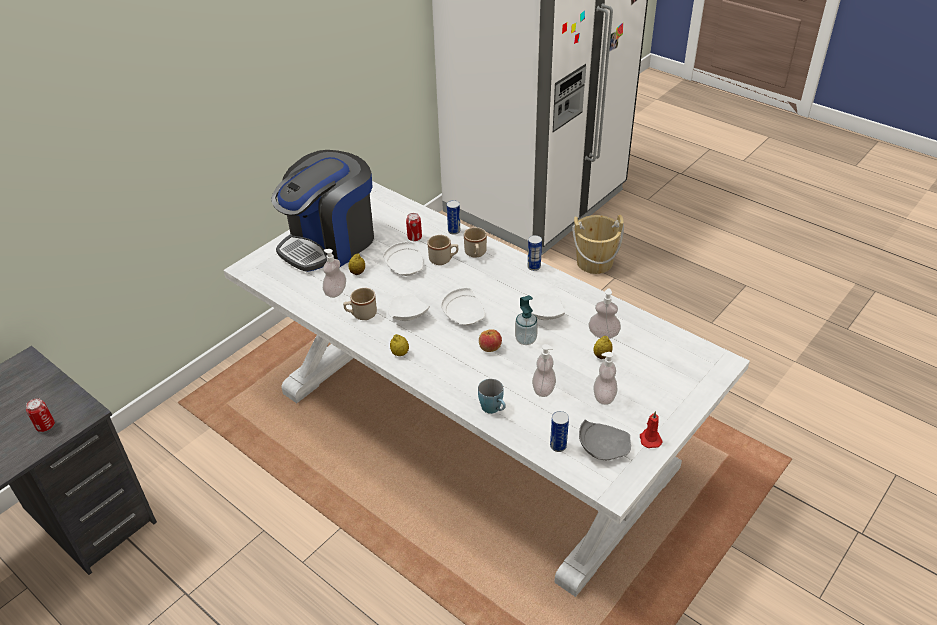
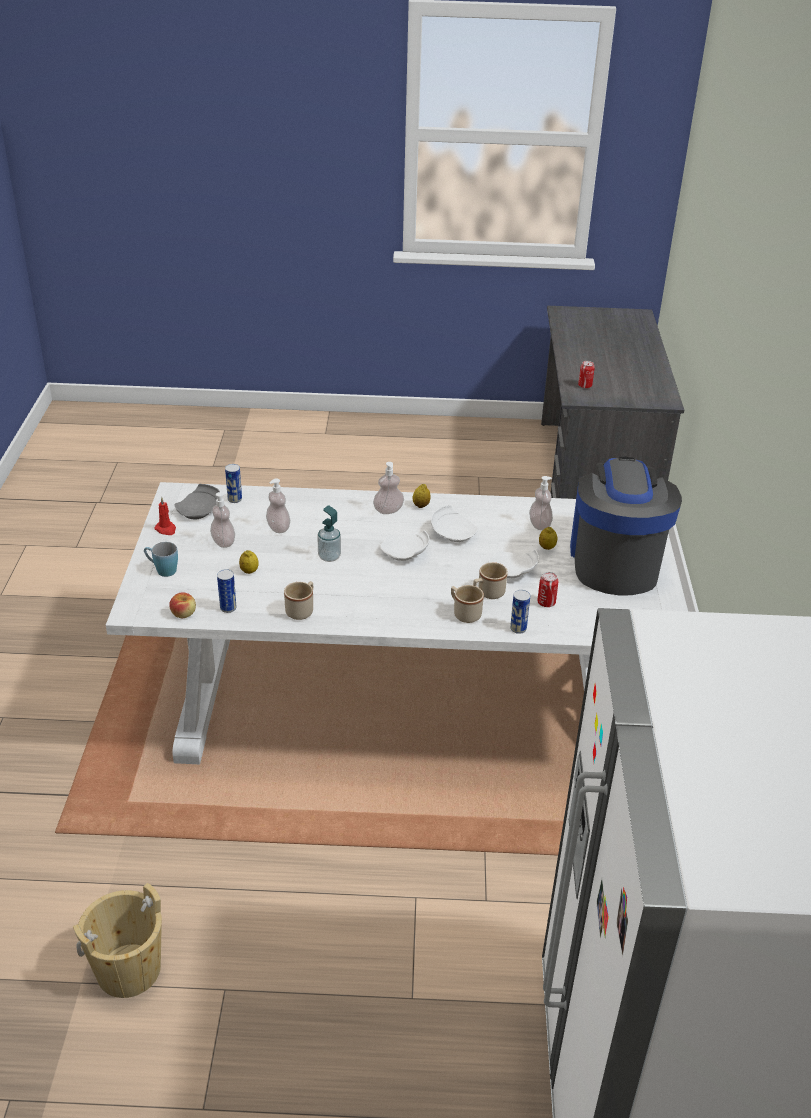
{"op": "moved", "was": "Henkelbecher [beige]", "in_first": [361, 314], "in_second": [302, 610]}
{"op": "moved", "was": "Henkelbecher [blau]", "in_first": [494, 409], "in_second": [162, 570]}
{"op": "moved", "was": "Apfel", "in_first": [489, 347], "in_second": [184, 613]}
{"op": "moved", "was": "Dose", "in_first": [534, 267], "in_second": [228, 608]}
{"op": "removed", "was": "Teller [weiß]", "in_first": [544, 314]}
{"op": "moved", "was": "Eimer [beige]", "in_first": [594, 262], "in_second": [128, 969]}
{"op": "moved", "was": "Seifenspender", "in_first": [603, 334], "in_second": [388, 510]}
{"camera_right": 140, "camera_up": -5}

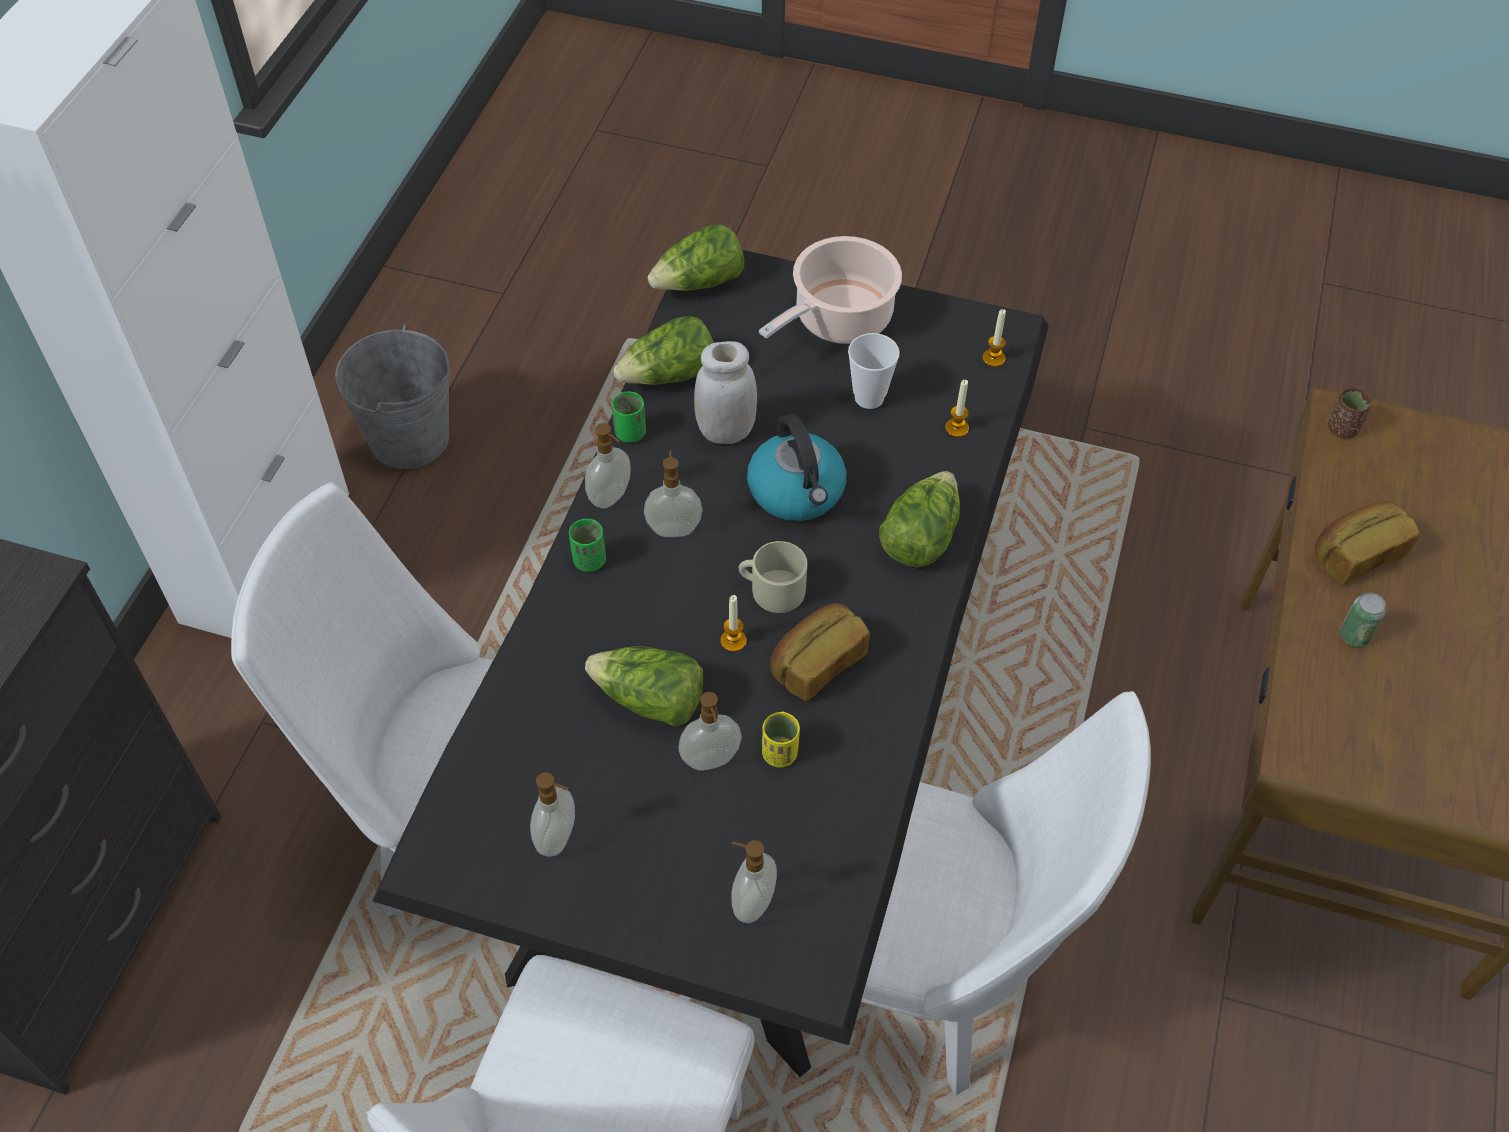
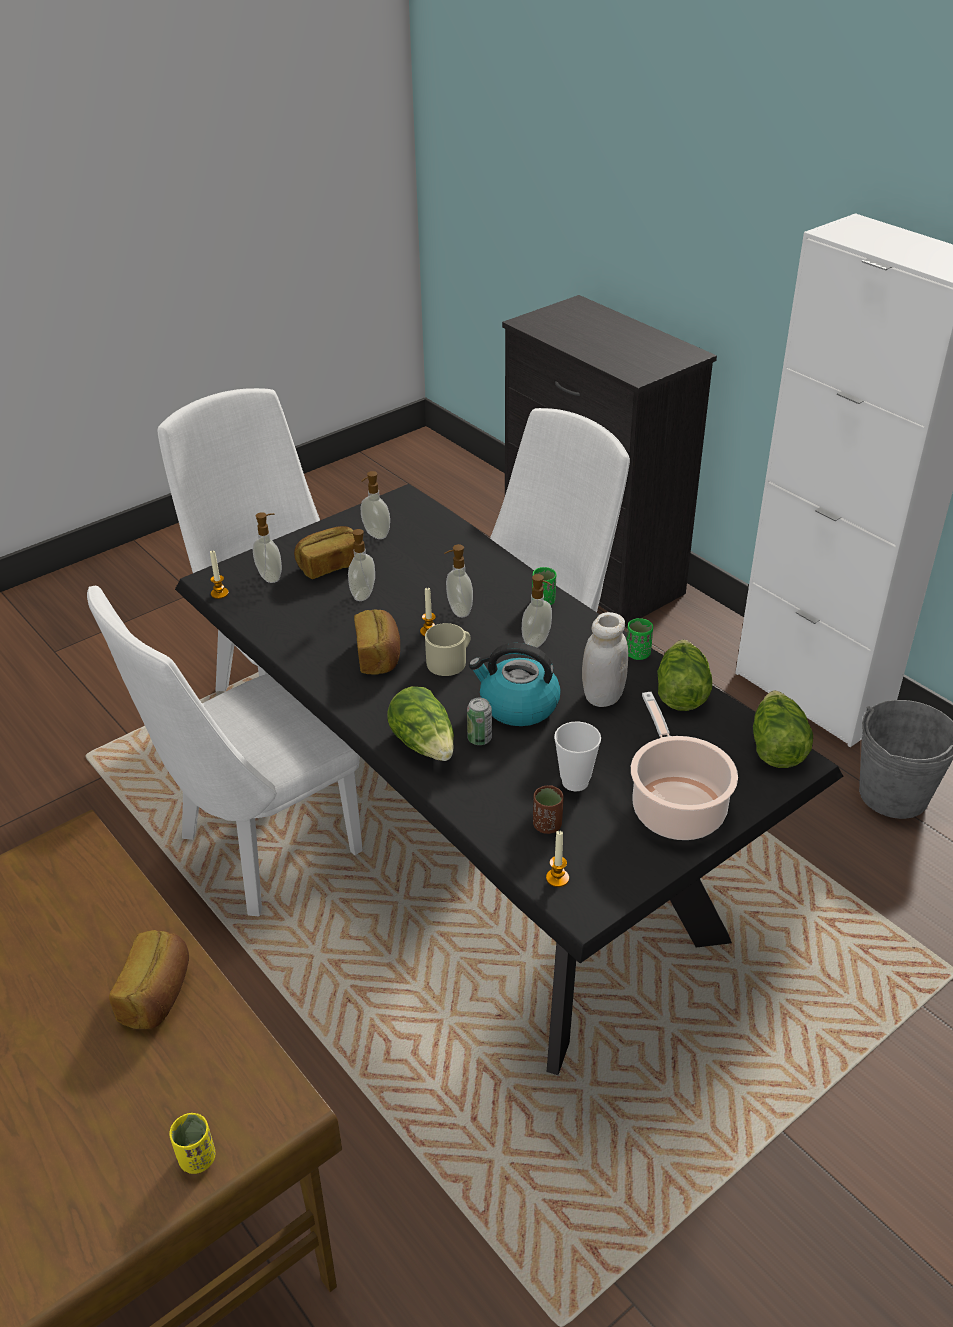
{"op": "moved", "was": "Seifenspender", "in_first": [611, 497], "in_second": [458, 610]}
{"op": "removed", "was": "Salatkopf", "in_first": [650, 700]}
{"op": "moved", "was": "Tasse [gelb]", "in_first": [779, 754], "in_second": [197, 1158]}
{"op": "moved", "was": "Kerze", "in_first": [956, 428], "in_second": [219, 593]}
{"op": "moved", "was": "Tasse [braun]", "in_first": [1342, 429], "in_second": [547, 825]}
{"op": "moved", "was": "Dose", "in_first": [1354, 636], "in_second": [479, 739]}
{"op": "added", "now": "Brot", "in_second": [329, 565]}
{"camera_right": 125, "camera_up": -15}

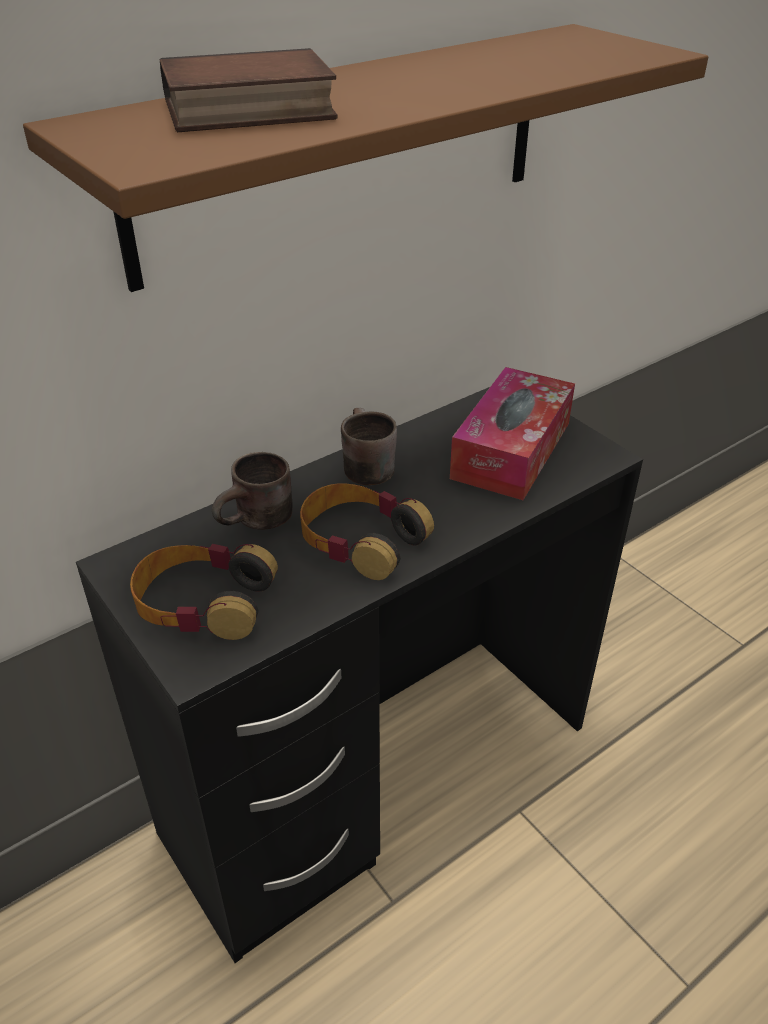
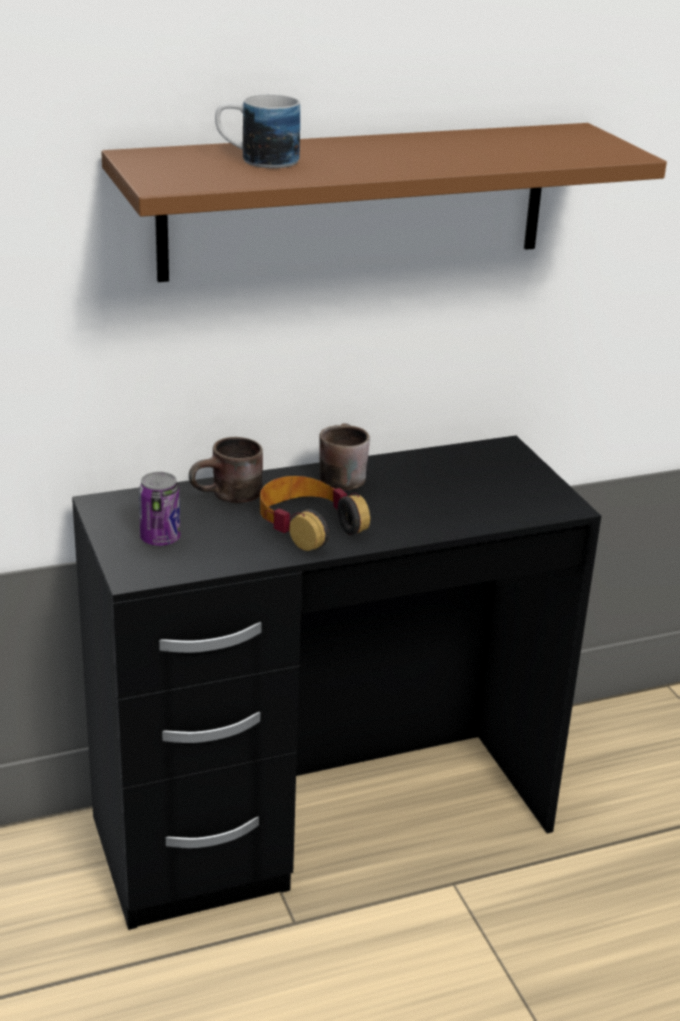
{"op": "replaced", "was": "Kopfhörer", "now": "Dose", "in_first": [203, 602], "in_second": [160, 539]}
{"op": "replaced", "was": "Buch", "now": "Henkelbecher", "in_first": [247, 111], "in_second": [257, 160]}
{"op": "removed", "was": "Taschentuchbox", "in_first": [511, 450]}
{"camera_right": 15, "camera_up": -10}

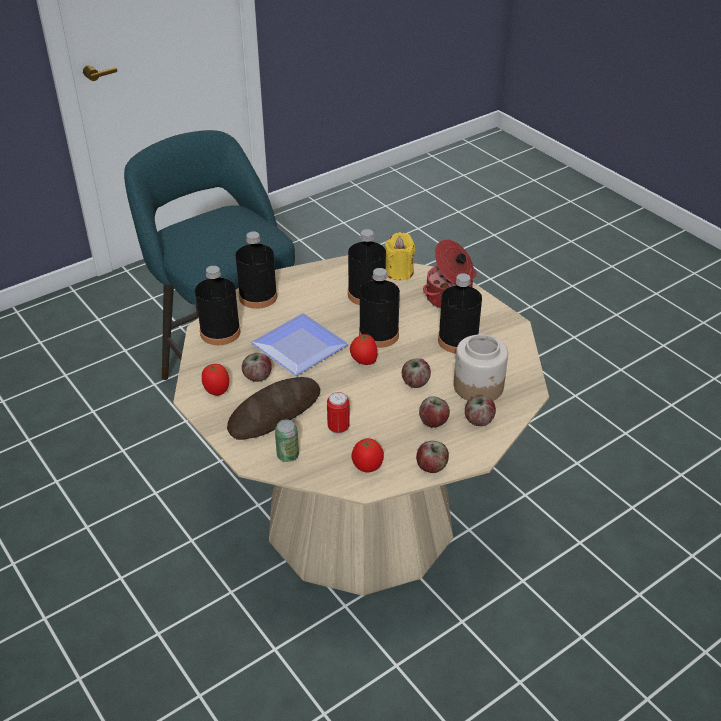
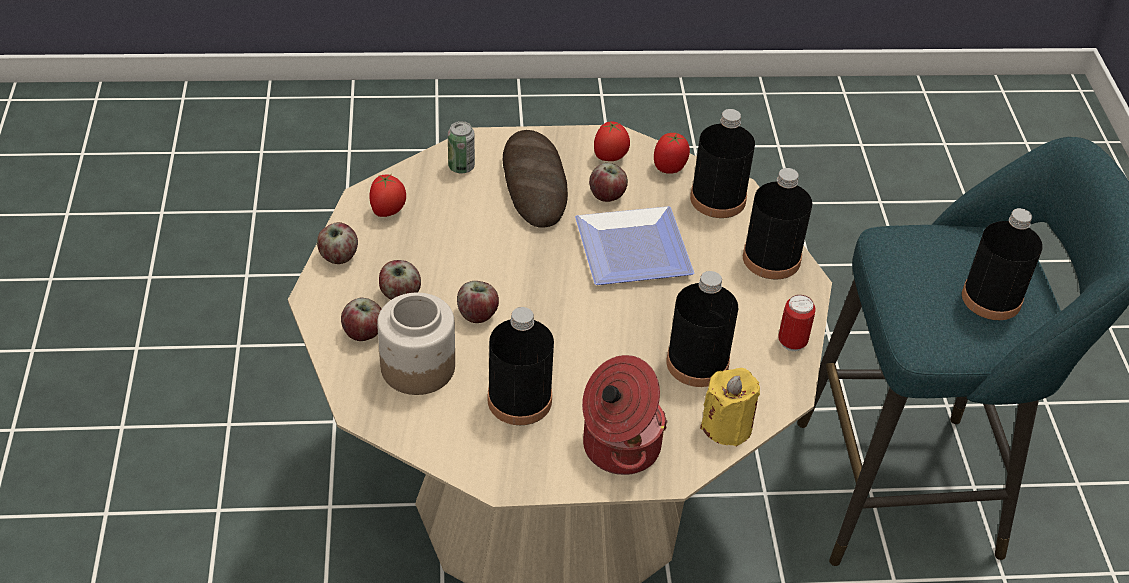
{"op": "moved", "was": "Dose", "in_first": [338, 428], "in_second": [792, 342]}
{"op": "moved", "was": "Tomate", "in_first": [363, 361], "in_second": [670, 168]}
{"op": "moved", "was": "Flasche [schwarz]", "in_first": [378, 334], "in_second": [991, 298]}
{"camera_right": 120, "camera_up": 5}

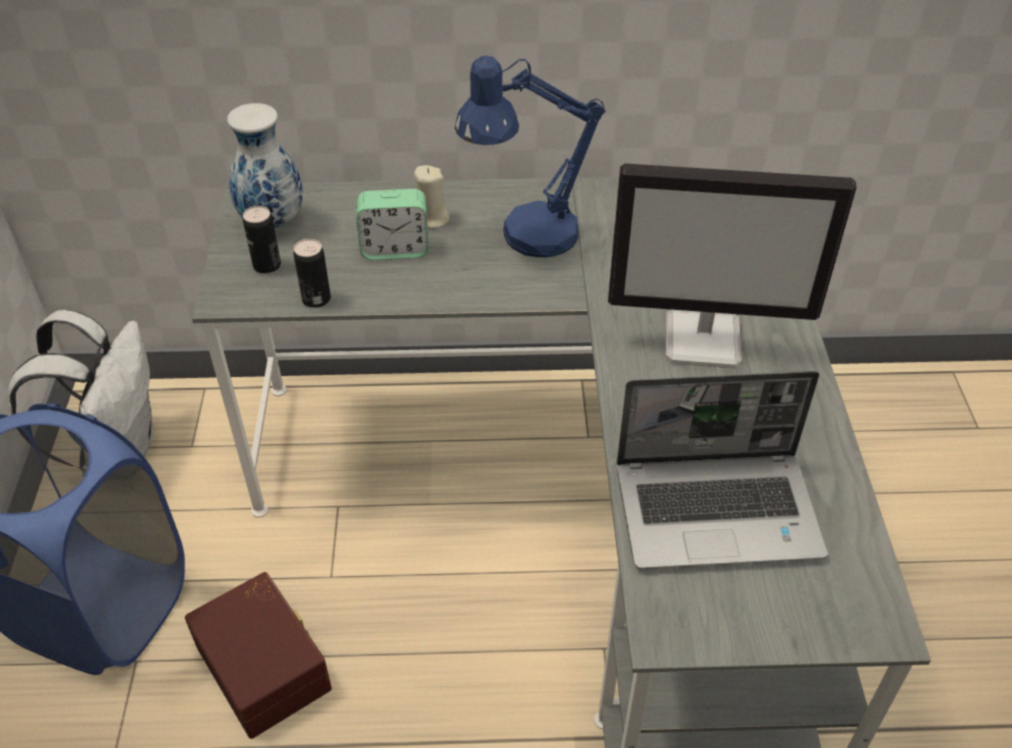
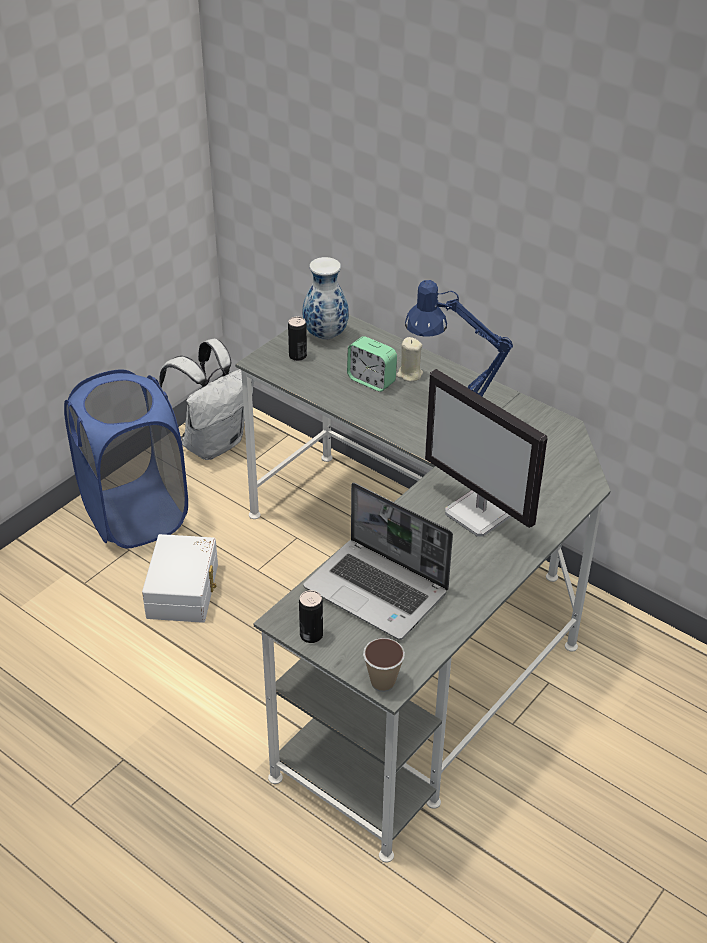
{"op": "recoloured", "was": "Aufbewahrungsbox [braun]", "now": "Aufbewahrungsbox [weiß]", "in_first": [266, 665], "in_second": [185, 590]}
{"op": "moved", "was": "Dose", "in_first": [316, 299], "in_second": [311, 635]}
{"op": "added", "now": "Tasse", "in_second": [382, 682]}
{"camera_right": 40, "camera_up": -5}

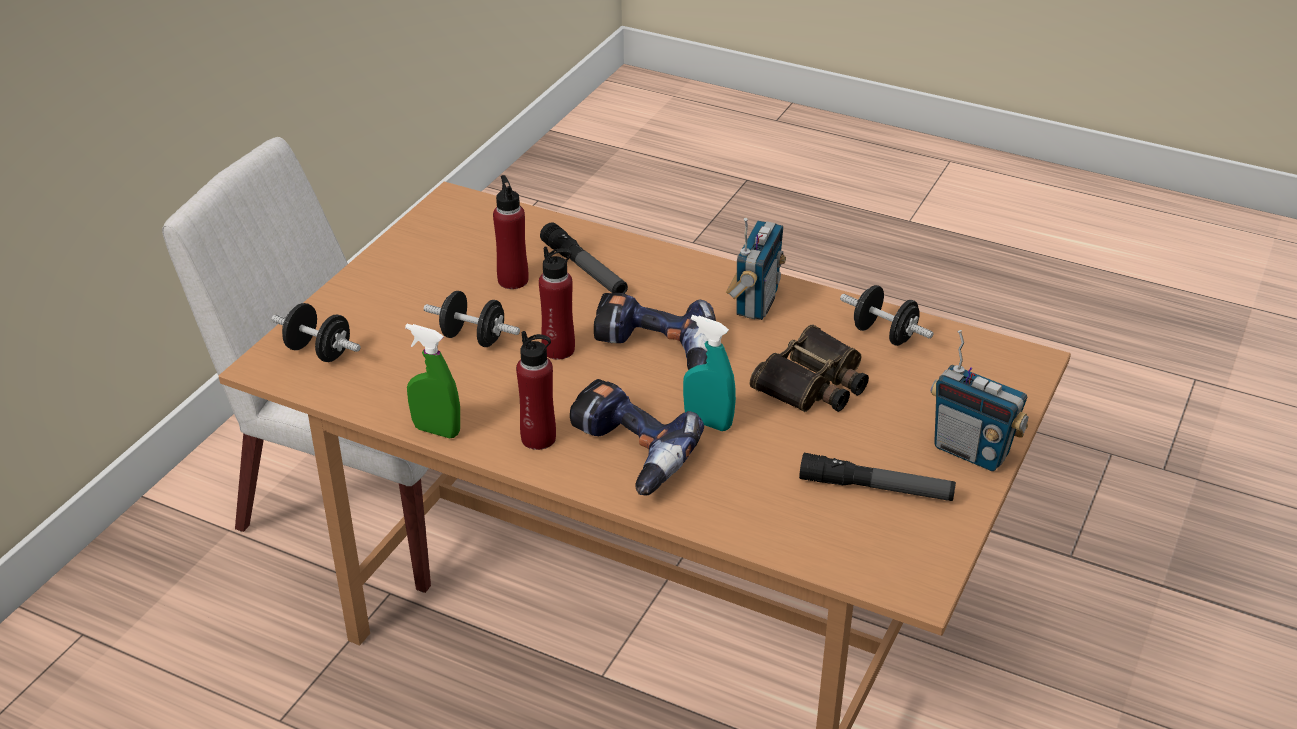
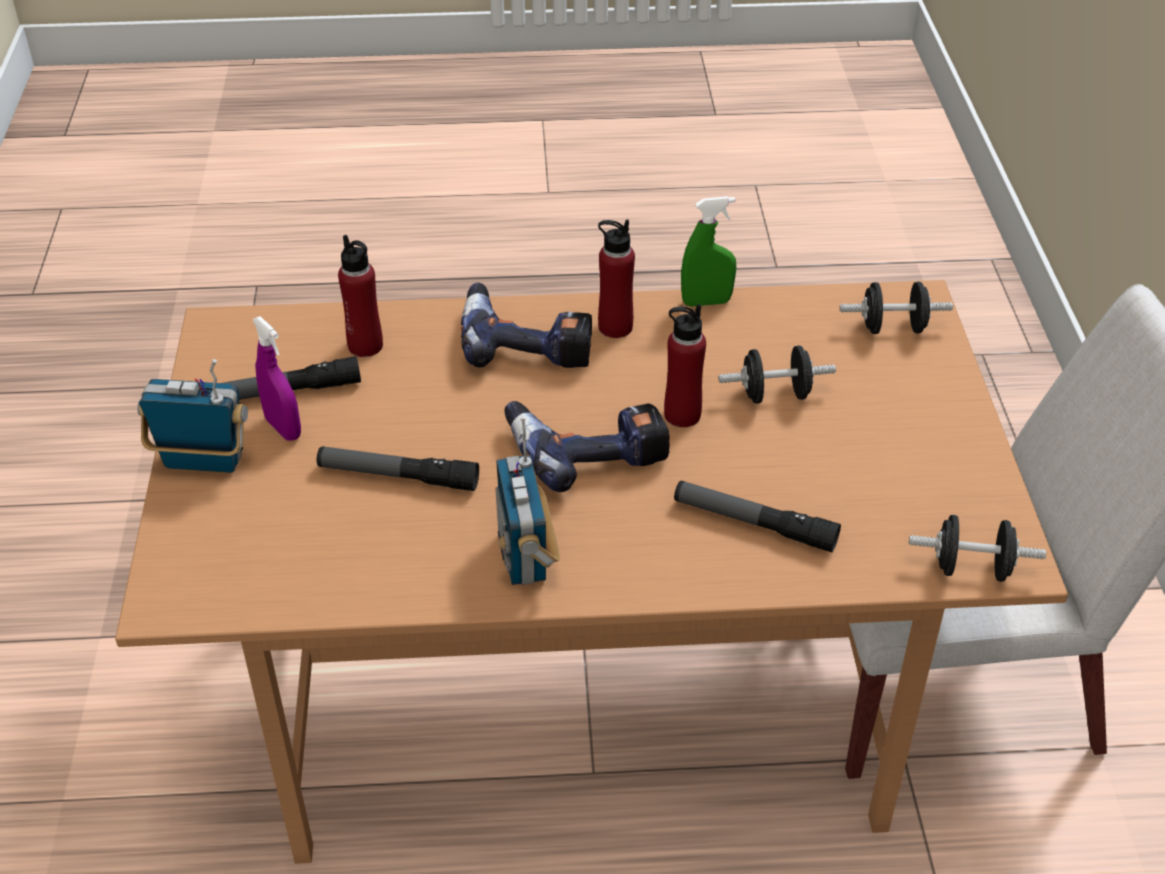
{"op": "moved", "was": "Flasche [rot]", "in_first": [513, 280], "in_second": [365, 346]}
{"op": "removed", "was": "Sprühflasche [türkis]", "in_first": [708, 422]}
{"op": "replaced", "was": "Fernglas", "now": "Taschenlampe", "in_first": [814, 383], "in_second": [398, 476]}
{"op": "moved", "was": "Hantel [schwarz]", "in_first": [884, 334], "in_second": [971, 568]}
{"op": "added", "now": "Sprühflasche [lila]", "in_second": [283, 428]}
{"camera_right": 150, "camera_up": 5}

